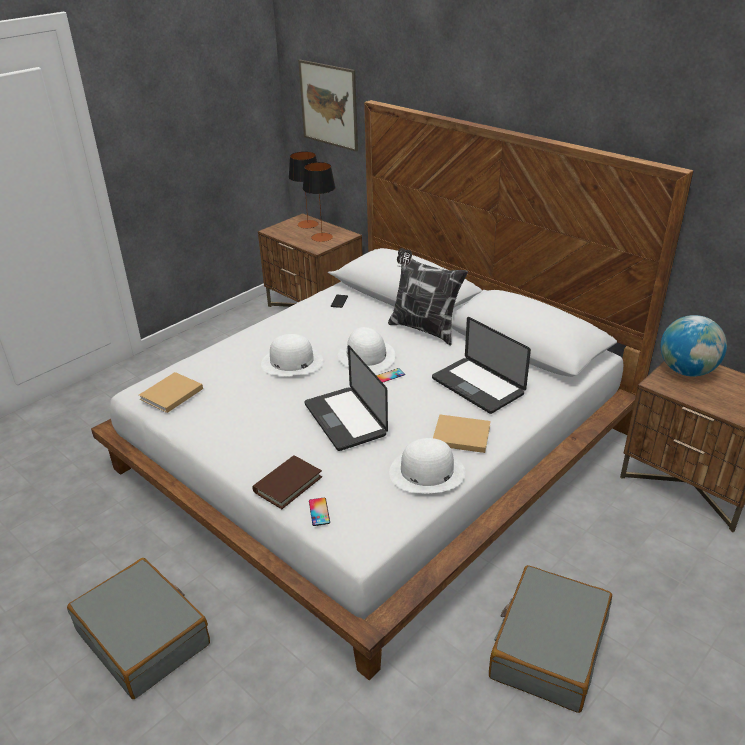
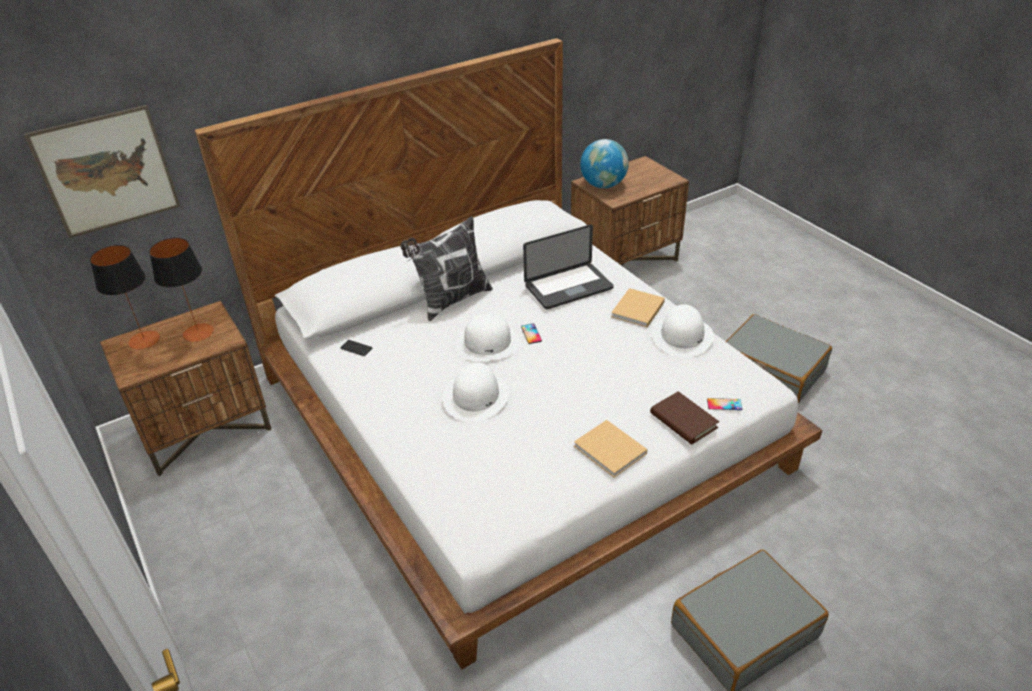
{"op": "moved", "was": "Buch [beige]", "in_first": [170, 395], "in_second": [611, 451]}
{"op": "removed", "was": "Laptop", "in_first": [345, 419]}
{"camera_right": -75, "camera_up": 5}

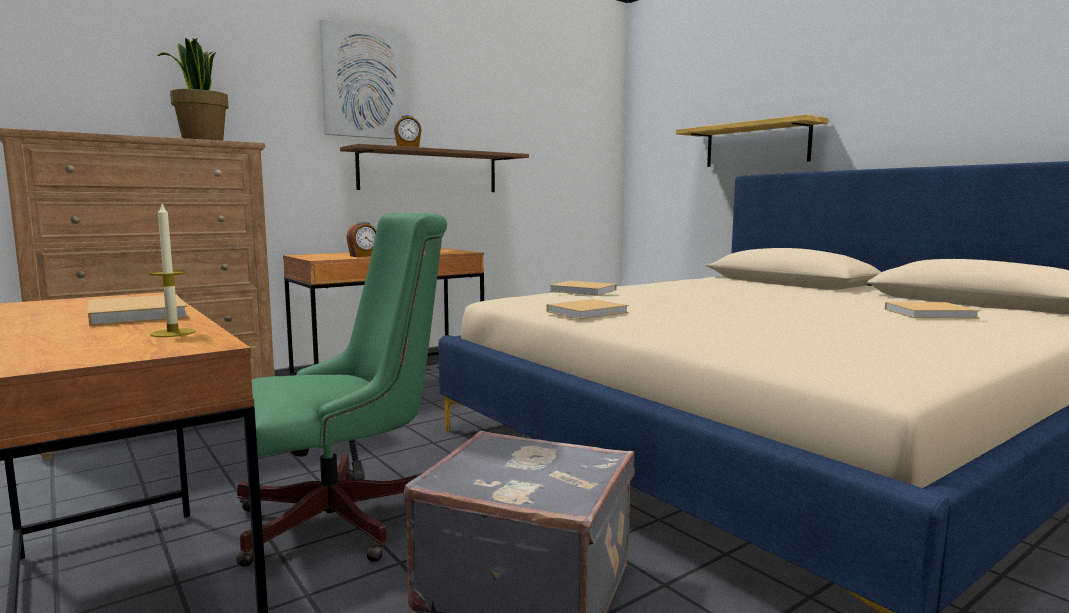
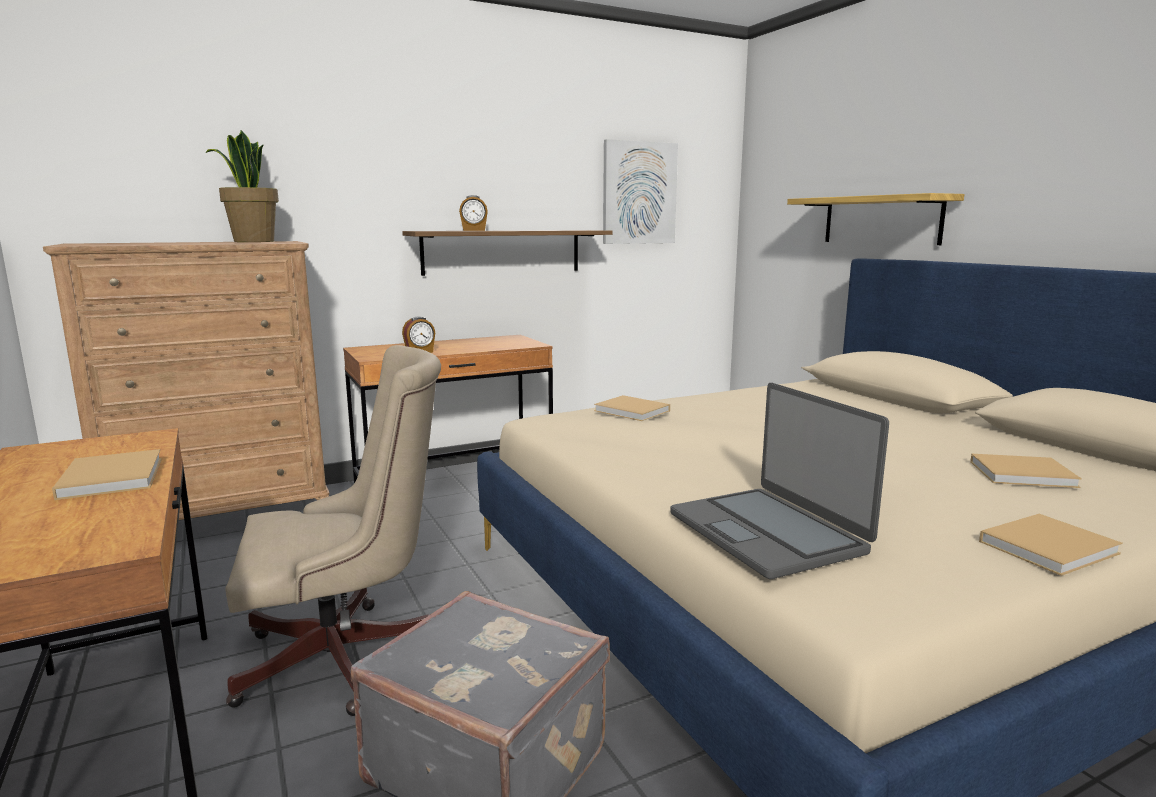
{"op": "removed", "was": "Kerze", "in_first": [173, 333]}
{"op": "recoloured", "was": "Bürostuhl [grün]", "now": "Bürostuhl [beige]", "in_first": [347, 520], "in_second": [347, 658]}
{"op": "moved", "was": "Bild", "in_first": [365, 83], "in_second": [639, 193]}
{"op": "moved", "was": "Buch [beige]", "in_first": [589, 312], "in_second": [1050, 547]}
{"op": "added", "now": "Laptop", "in_second": [767, 532]}
{"camera_right": 10, "camera_up": 5}

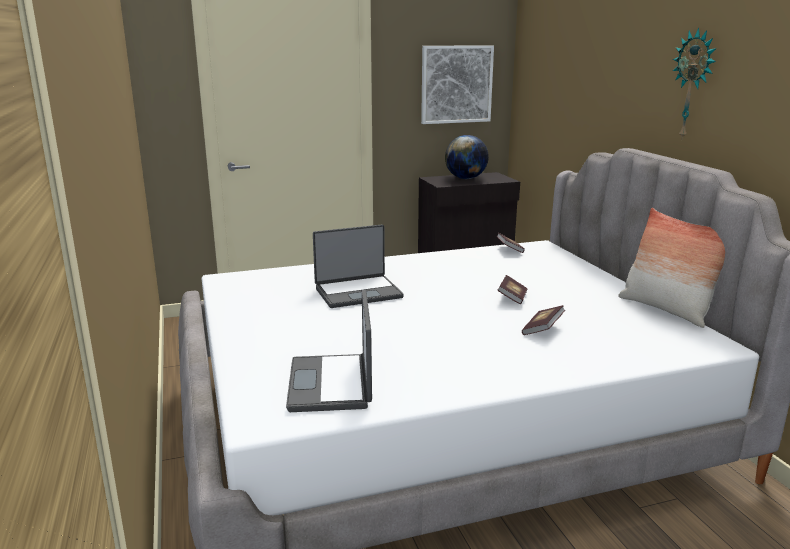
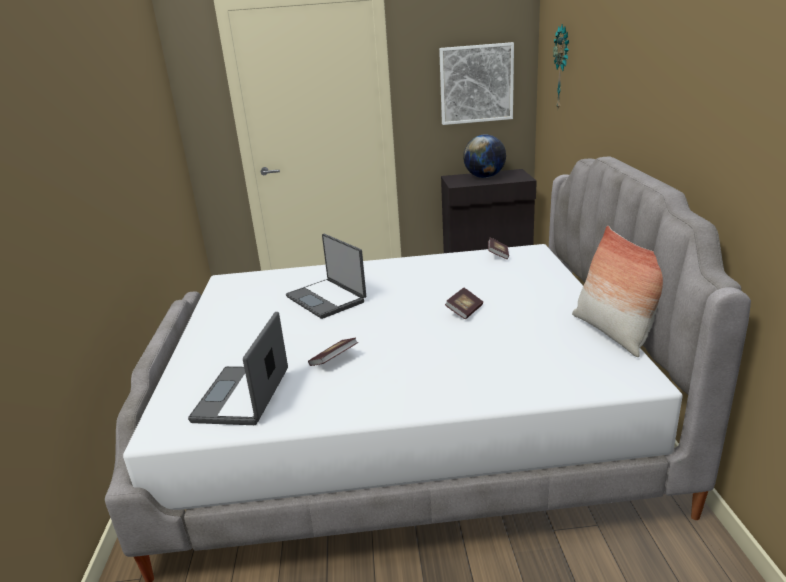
{"op": "turned", "was": "Laptop", "in_first": [358, 292], "in_second": [327, 299], "clockwise": 60}
{"op": "moved", "was": "Buch", "in_first": [542, 329], "in_second": [334, 360]}
{"op": "moved", "was": "Wanduhr", "in_first": [693, 85], "in_second": [563, 68]}
{"camera_right": 15, "camera_up": 5}

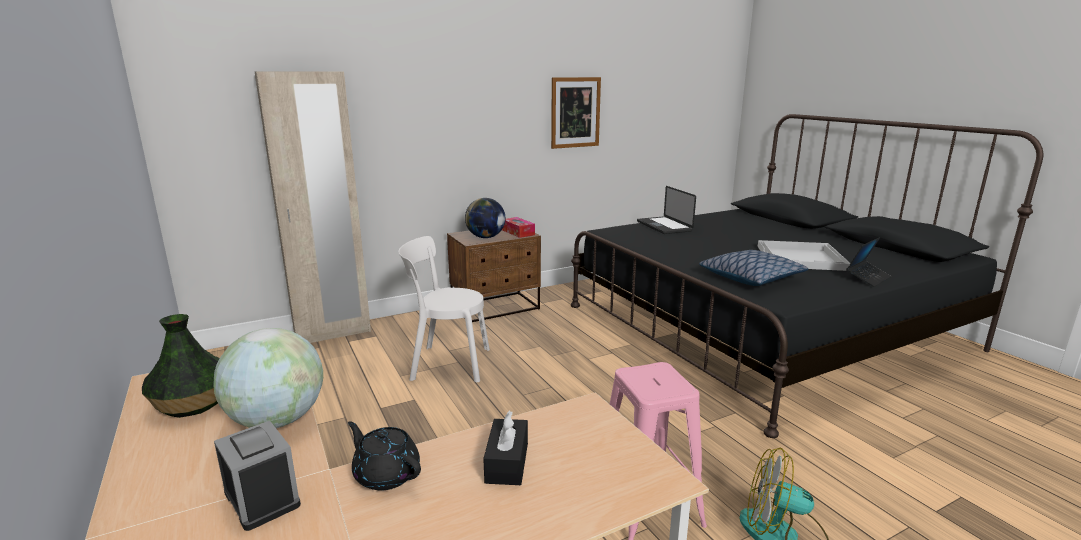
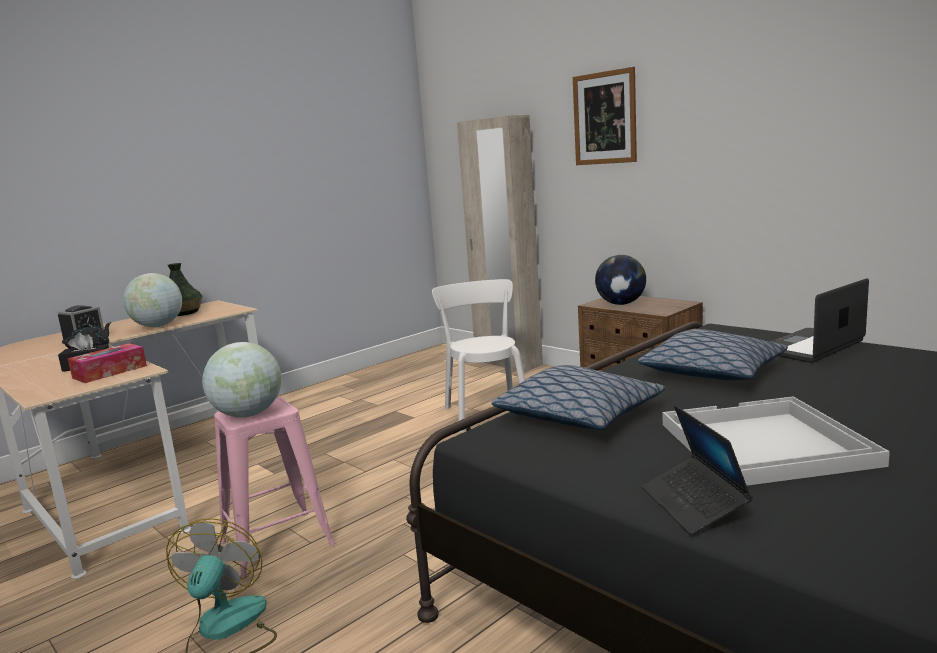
{"op": "moved", "was": "Taschentuchbox", "in_first": [518, 232], "in_second": [110, 372]}
{"op": "moved", "was": "Bild", "in_first": [575, 112], "in_second": [605, 118]}
{"op": "turned", "was": "Laptop", "in_first": [867, 278], "in_second": [693, 504], "clockwise": 45}
{"op": "added", "now": "Globus", "in_second": [248, 414]}
{"op": "added", "now": "Kissen", "in_second": [713, 372]}
{"camera_right": 75, "camera_up": -5}

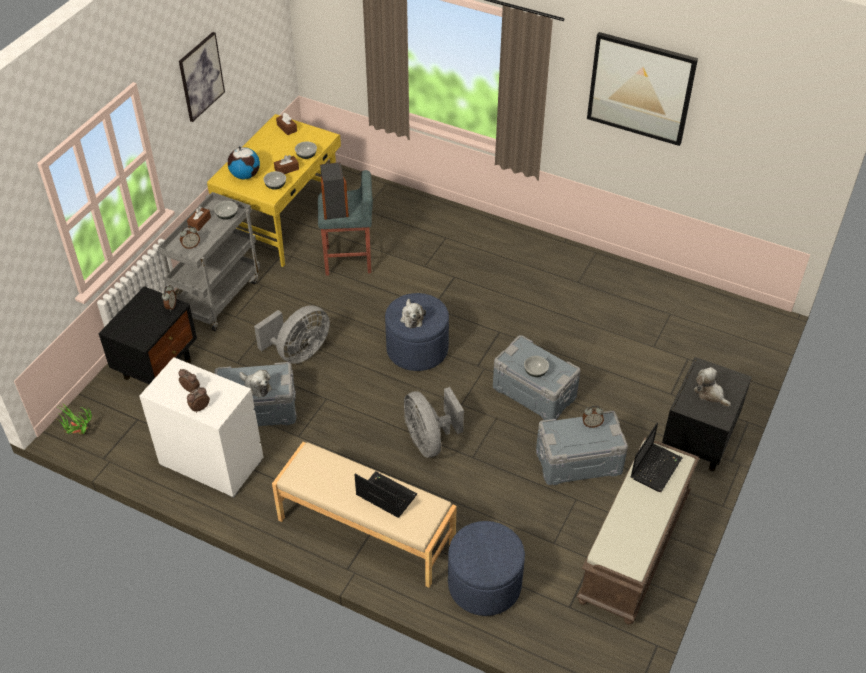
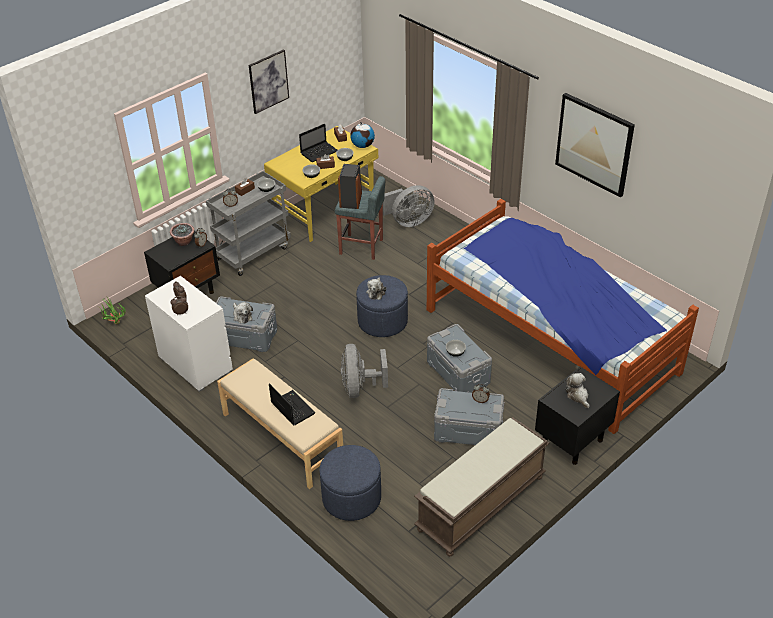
{"op": "moved", "was": "Globus", "in_first": [245, 175], "in_second": [362, 145]}
{"op": "moved", "was": "Ventilator [grau]", "in_first": [298, 352], "in_second": [409, 221]}
{"op": "moved", "was": "Laptop", "in_first": [656, 467], "in_second": [319, 152]}
{"op": "added", "now": "Topfpflanze", "in_second": [184, 242]}
{"op": "added", "now": "Bett", "in_second": [550, 340]}
{"camera_right": 20, "camera_up": -5}

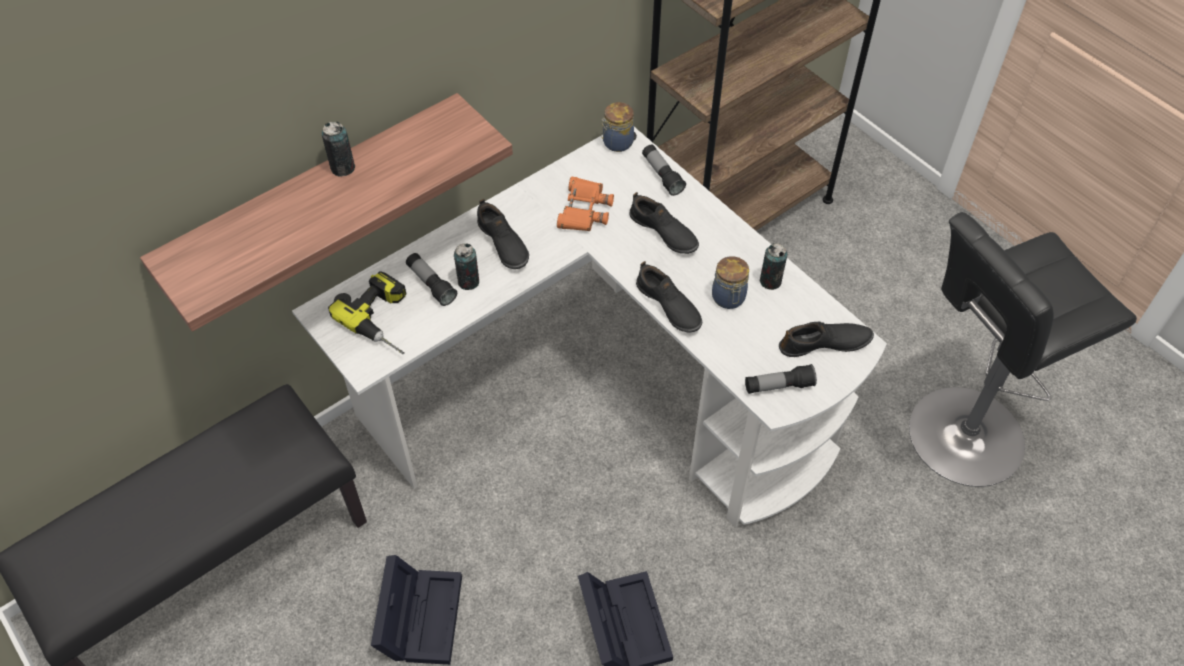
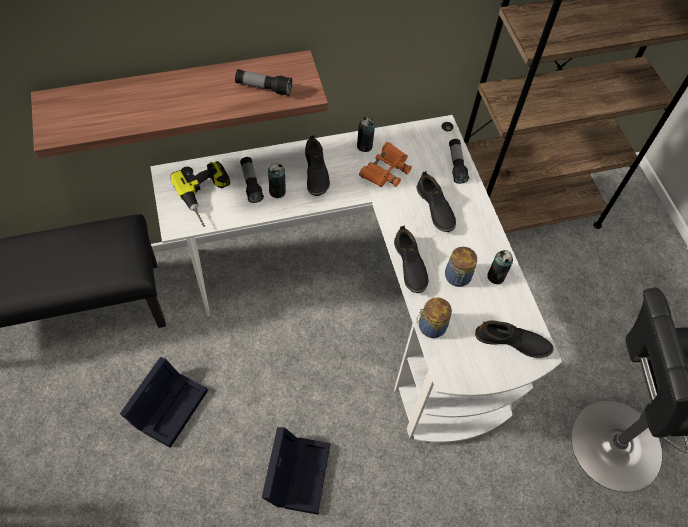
{"op": "moved", "was": "Dose", "in_first": [343, 168], "in_second": [364, 146]}
{"op": "moved", "was": "Vorratsglas", "in_first": [616, 143], "in_second": [430, 326]}
{"op": "moved", "was": "Taschenlampe", "in_first": [778, 386], "in_second": [263, 88]}
{"camera_right": 20, "camera_up": 5}

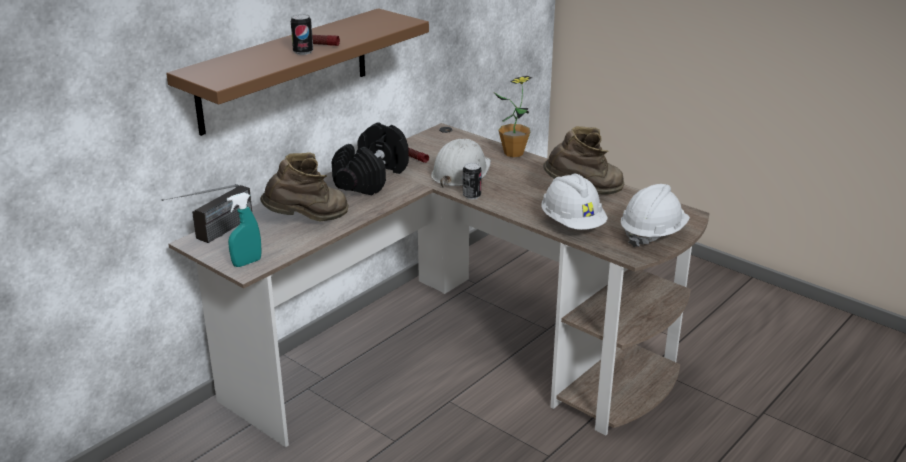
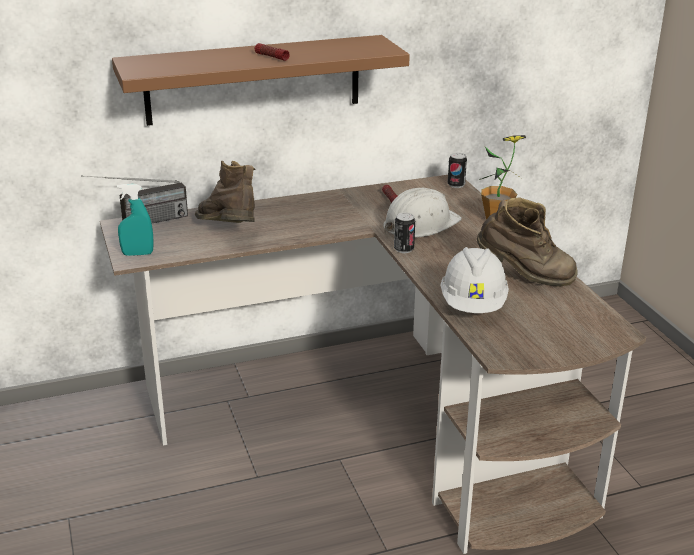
{"op": "turned", "was": "Stiefel [braun]", "in_first": [308, 221], "in_second": [229, 232], "clockwise": -120}
{"op": "moved", "was": "Dose", "in_first": [303, 52], "in_second": [456, 185]}
{"op": "removed", "was": "Hantel [schwarz]", "in_first": [372, 178]}
{"op": "removed", "was": "Schutzhelm [weiß]", "in_first": [652, 234]}
{"camera_right": 30, "camera_up": 0}

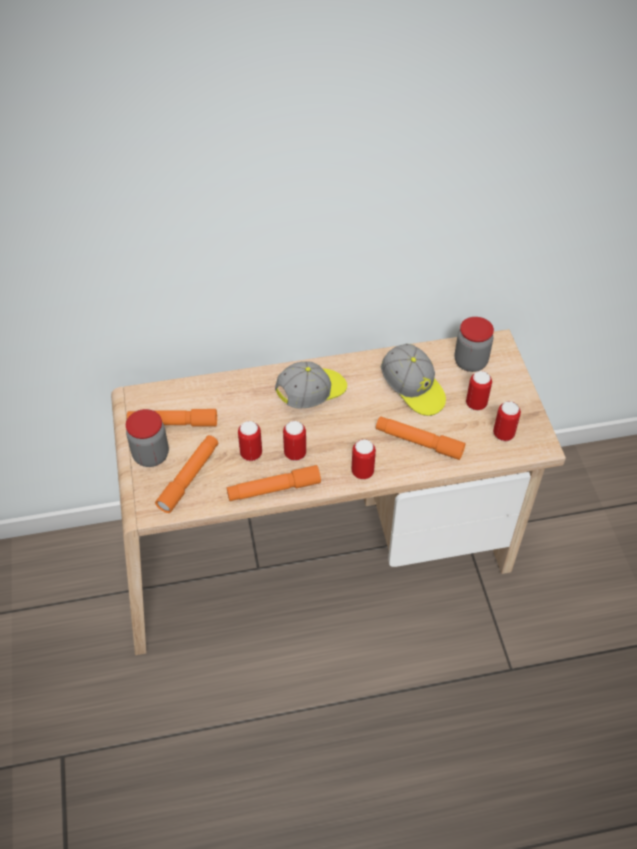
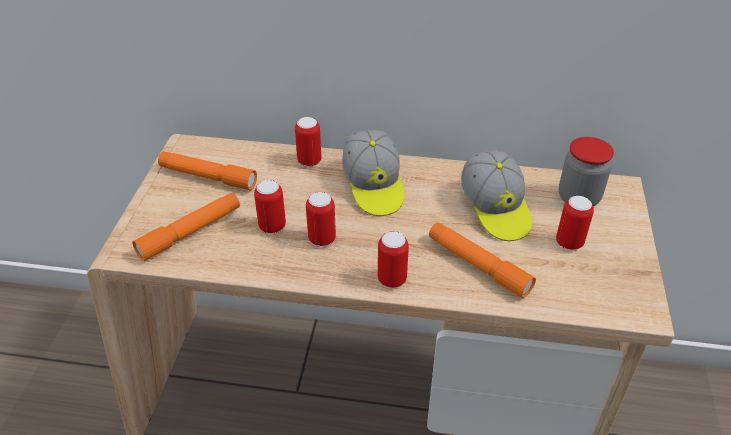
{"op": "removed", "was": "Vorratsglas", "in_first": [151, 455]}
{"op": "removed", "was": "Taschenlampe [orange]", "in_first": [274, 489]}
{"op": "turned", "was": "Kappe", "in_first": [312, 394], "in_second": [373, 186], "clockwise": 90}
{"op": "moved", "was": "Dose", "in_first": [503, 434], "in_second": [309, 161]}
{"camera_right": 20, "camera_up": -10}

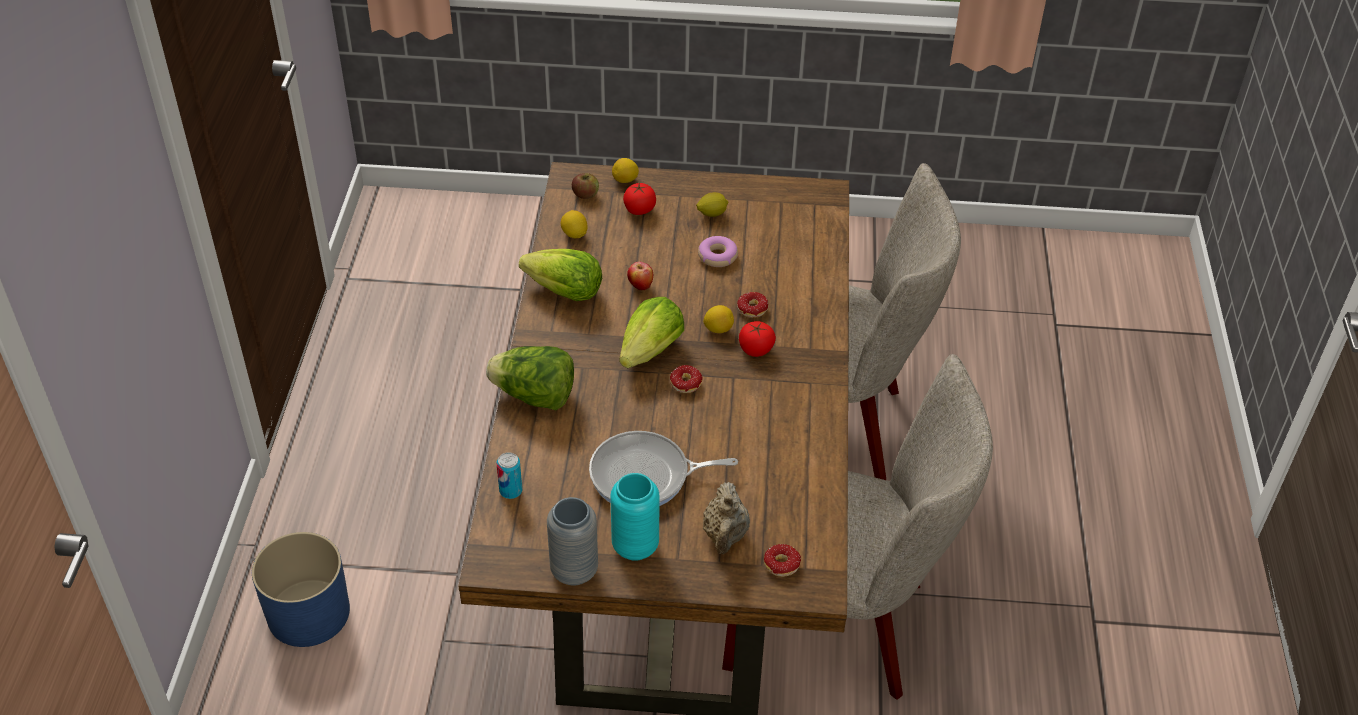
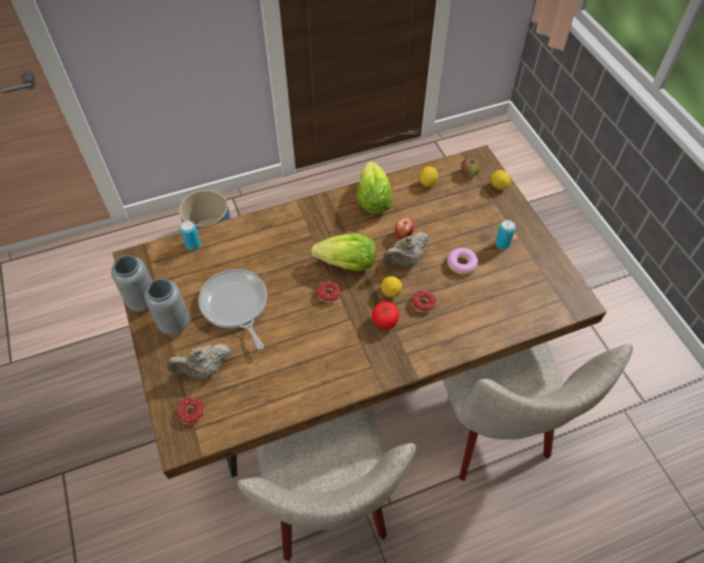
{"op": "removed", "was": "Salatkopf", "in_first": [534, 396]}
{"op": "recoloured", "was": "Vase [türkis]", "now": "Vase [grau]", "in_first": [635, 546], "in_second": [174, 324]}
{"op": "removed", "was": "Tomate", "in_first": [639, 210]}
{"op": "replaced", "was": "Zitrone", "now": "Dose", "in_first": [712, 214], "in_second": [502, 244]}
{"op": "added", "now": "Teekanne [beige]", "in_second": [405, 261]}
{"camera_right": 65, "camera_up": 10}

